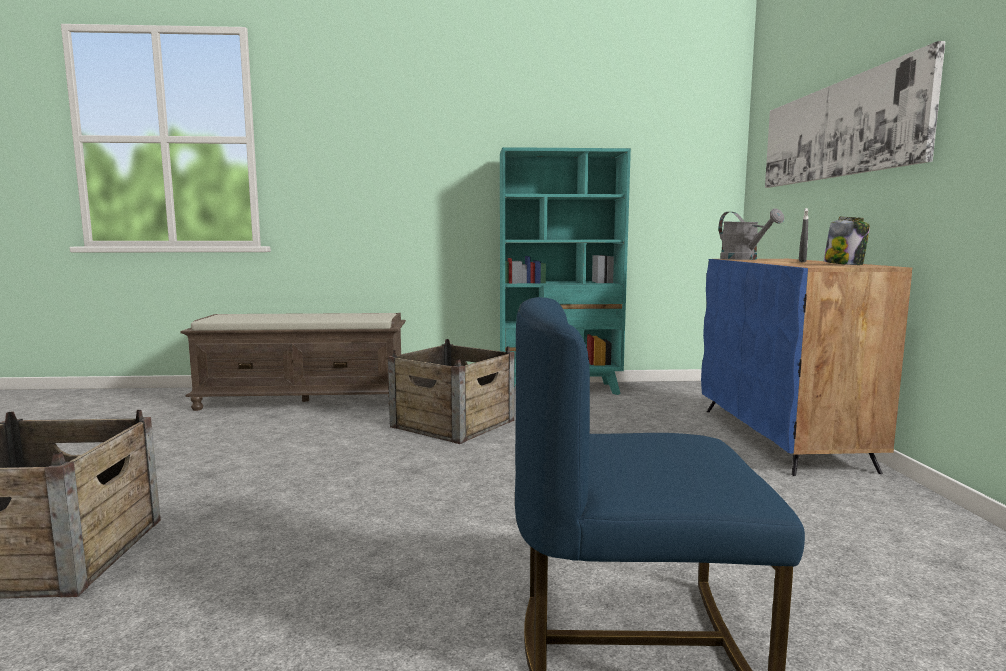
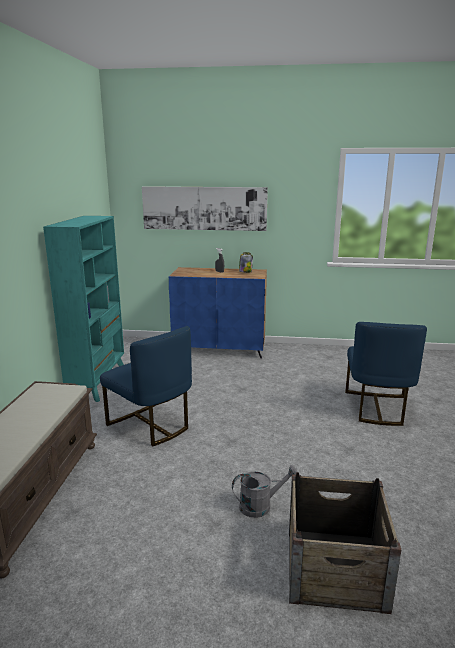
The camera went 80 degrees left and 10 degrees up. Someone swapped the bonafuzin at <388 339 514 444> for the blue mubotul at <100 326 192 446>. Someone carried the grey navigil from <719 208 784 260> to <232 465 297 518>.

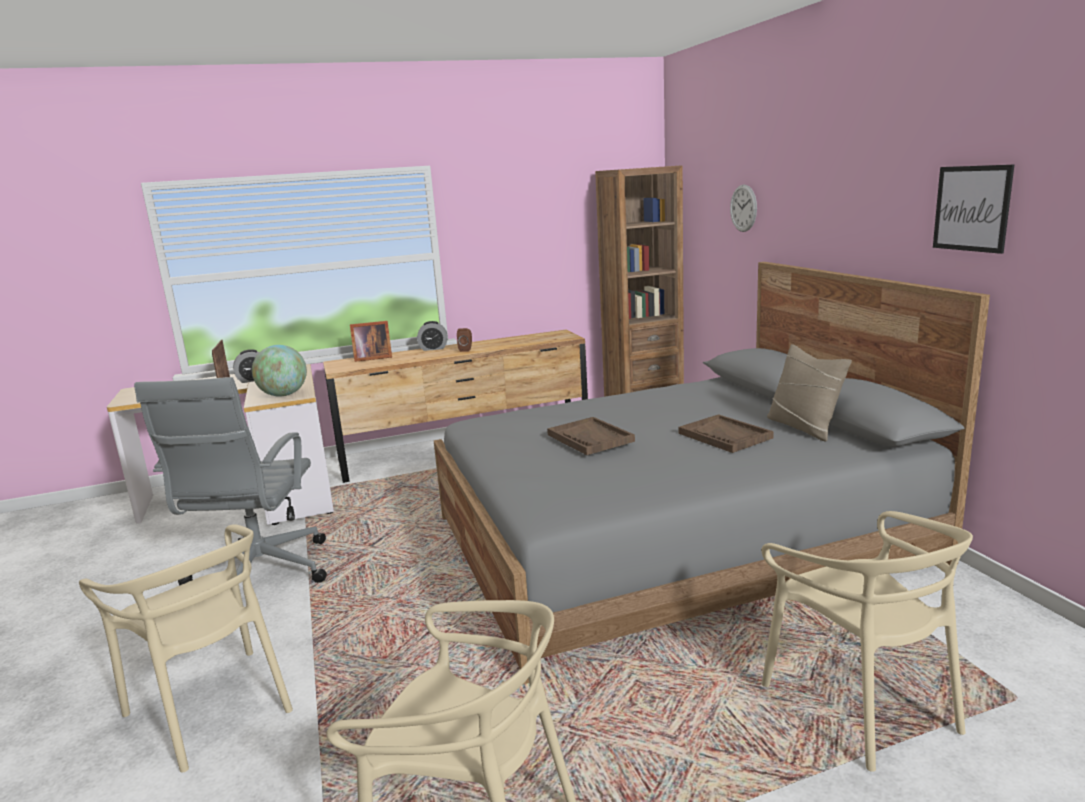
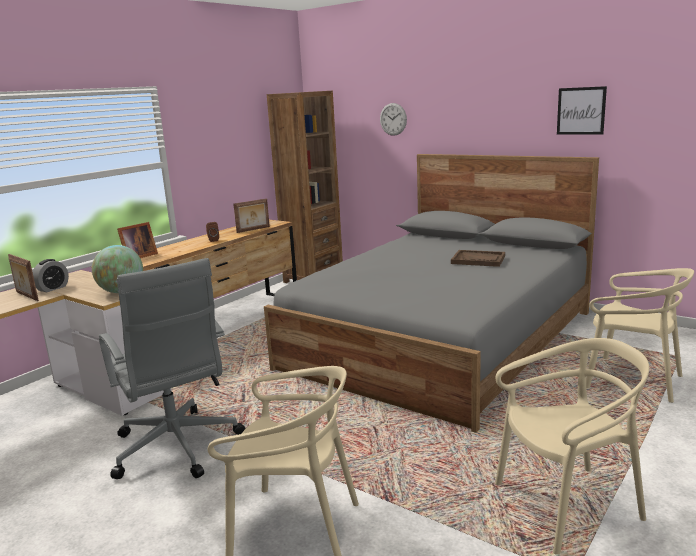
The camera went 35 degrees left and 0 degrees up. Someone put down the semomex at <233 198 270 233>. Someone took away the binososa at <417 321 448 351>. Someone took away the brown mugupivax at <547 417 635 455>. Someone took away the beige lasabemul at <767 344 852 441>.

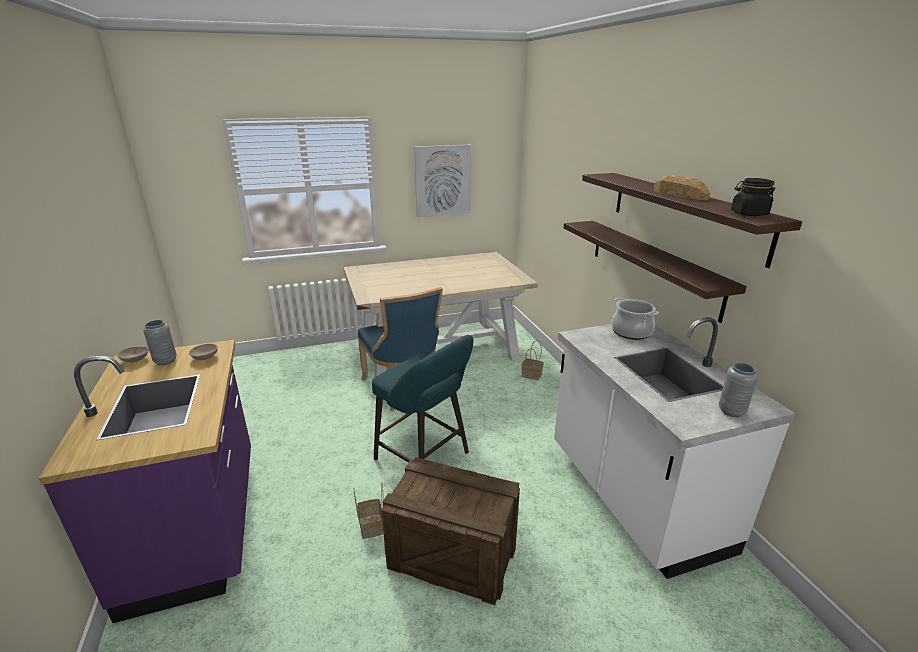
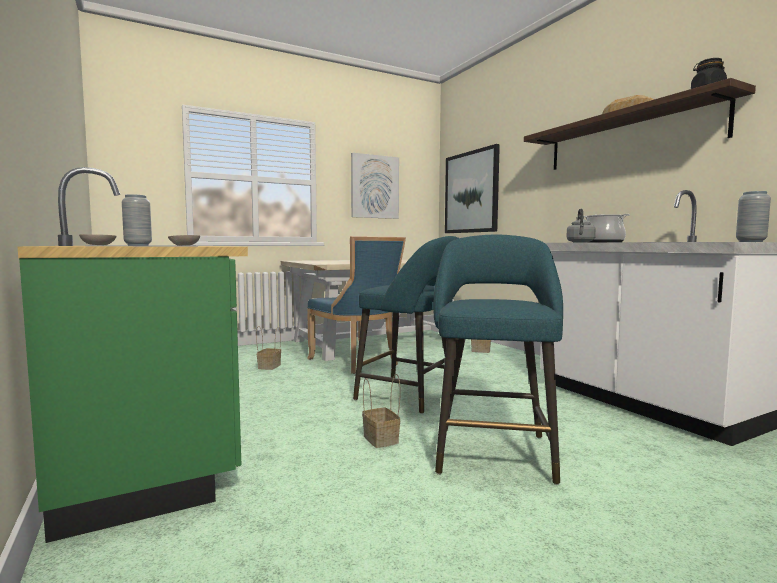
The camera went 10 degrees left and 20 degrees down. Someone repainted the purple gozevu at <39 340 251 623>, which became the green gozevu at <17 167 248 543>. Someone put down the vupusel at <256 326 281 370>. Someone swapped the bonafuzin at <381 457 520 605> for the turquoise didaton at <433 235 563 485>. Someone put up the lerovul at <445 144 500 233>. Someone put down the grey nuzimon at <566 209 596 243>. Someone took away the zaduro at <564 221 747 323>.

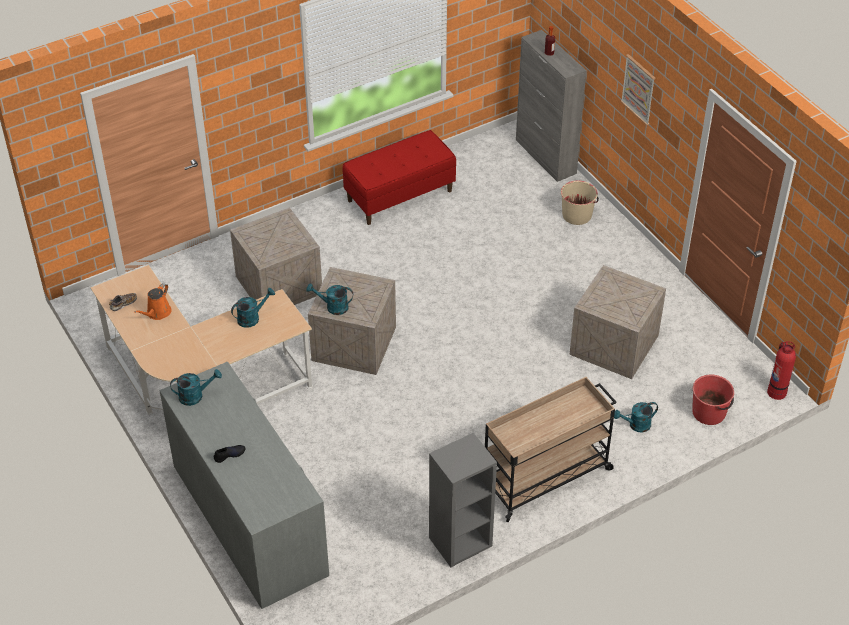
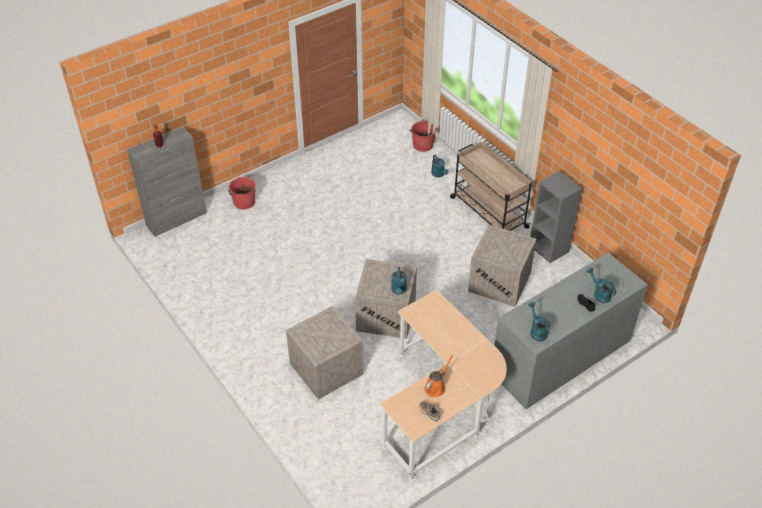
The camera went 95 degrees left and 0 degrees up. Someone repainted the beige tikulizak at <561 181 599 225>, which became the red tikulizak at <228 177 256 209>. Someone rotated the orange navigil at <134 283 172 320> by 75 degrees counterclockwise. Someone carried the bonafuzin from <570 265 666 379> to <468 225 536 307>. Someone carried the turquoise navigil from <231 288 275 328> to <587 268 616 303>. Someone took away the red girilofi at <343 130 456 225>. Someone took away the lerovul at <621 54 655 125>. Someone took away the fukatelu at <767 341 796 400>.

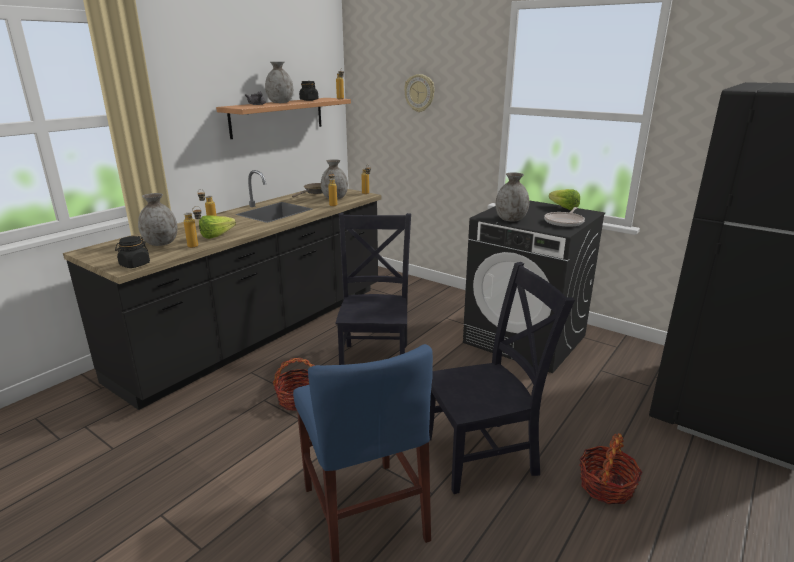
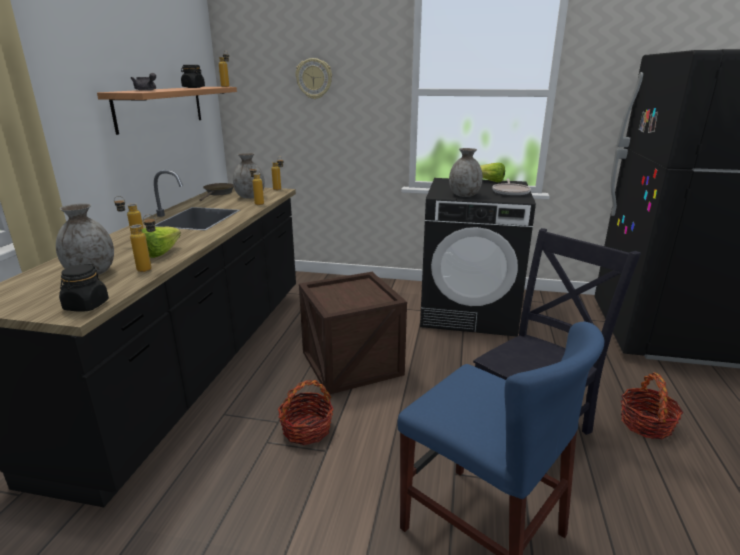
The camera went 25 degrees left and 0 degrees up. Someone swapped the black mubotul at <336 213 411 365> for the bonafuzin at <299 272 407 394>. Someone took away the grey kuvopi at <265 62 293 103>.

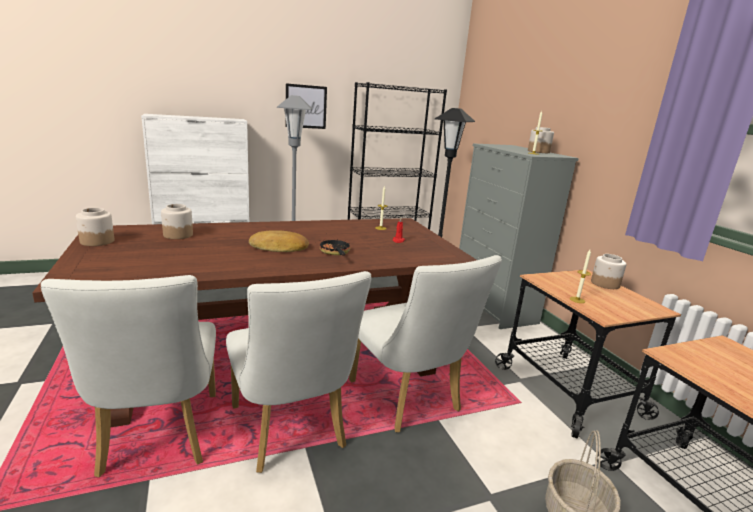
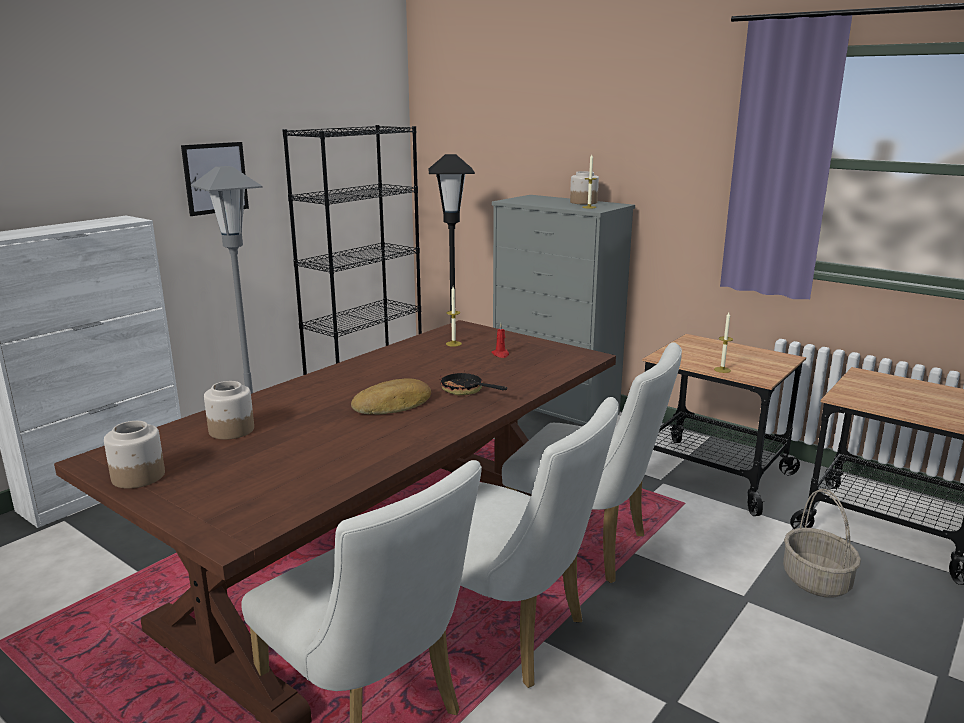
The camera went 30 degrees left and 0 degrees up. Someone took away the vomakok at <591 254 627 289>.

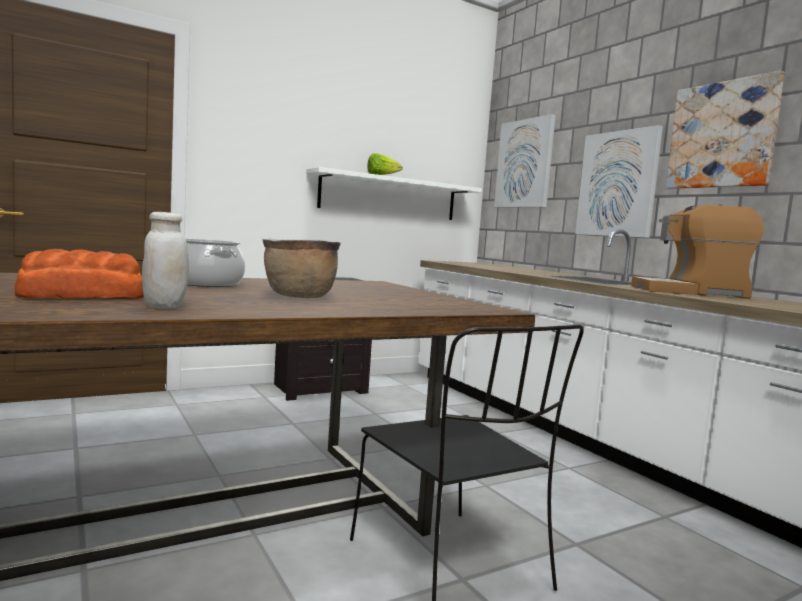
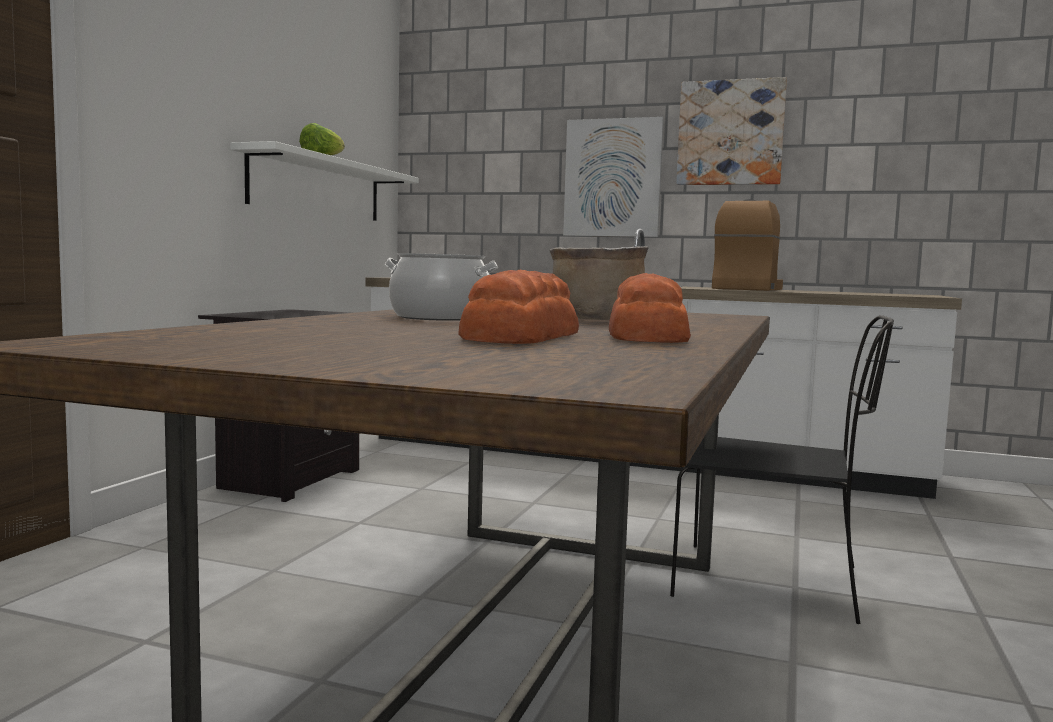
The camera went 40 degrees left and 0 degrees up. Someone swapped the white vomakok at <142 212 189 308> for the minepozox at <609 273 691 343>. Someone rotated the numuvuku at <631 204 764 299> by 150 degrees clockwise. Someone took away the lerovul at <494 114 556 208>.

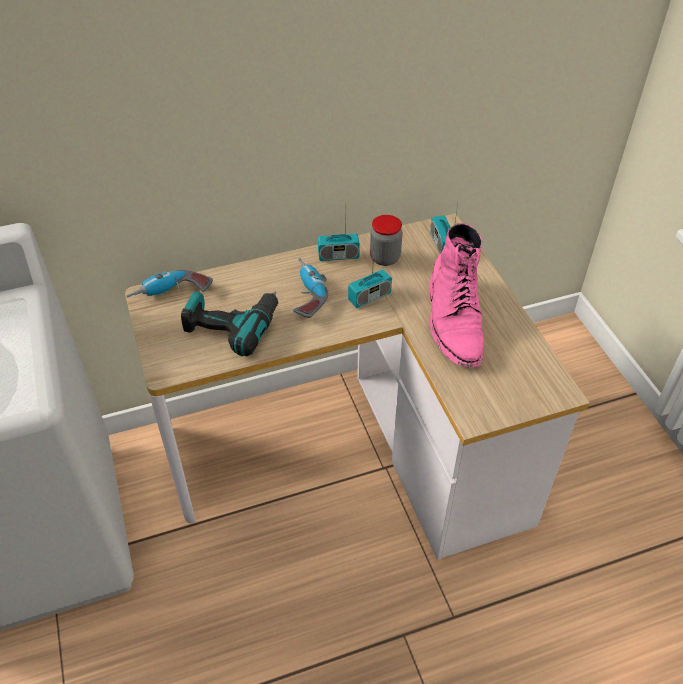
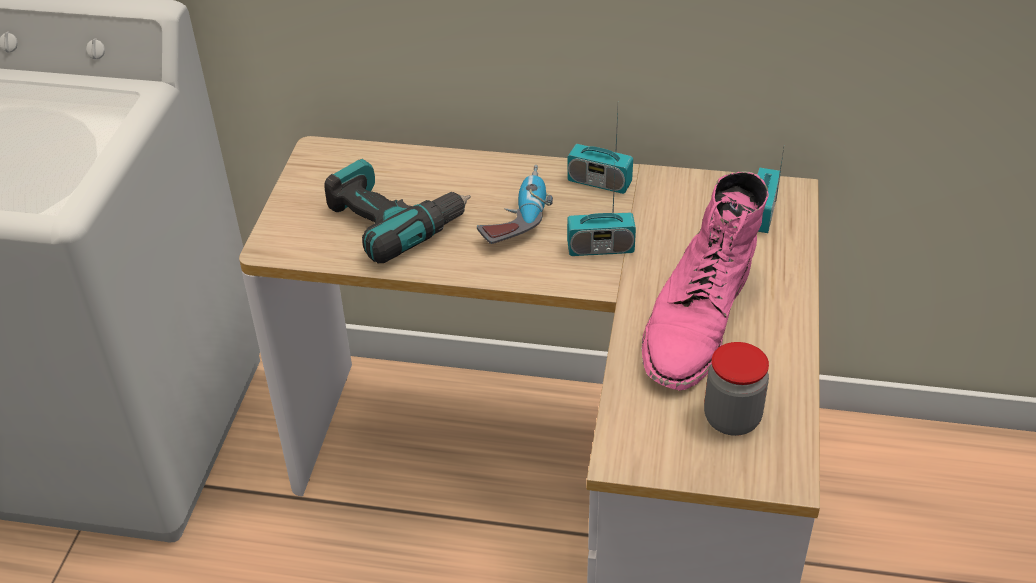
The camera went 30 degrees right and 5 degrees down. Someone carried the vomakok from <370 215 402 266> to <704 342 769 436>. Someone took away the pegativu at <126 270 213 298>.

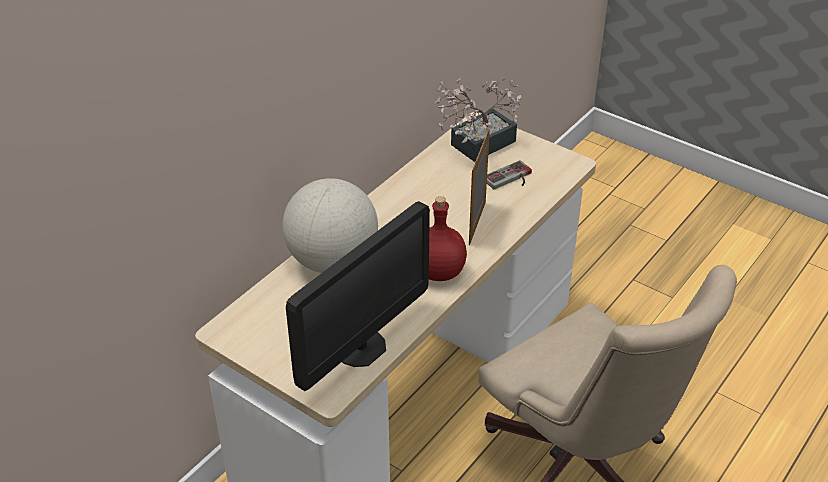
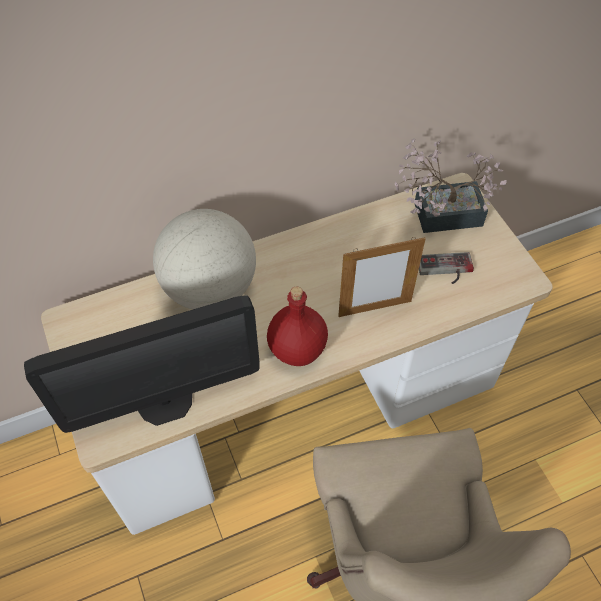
The camera went 30 degrees right and 15 degrees up. Someone rotated the semomex at <469 129 490 245> by 150 degrees counterclockwise.

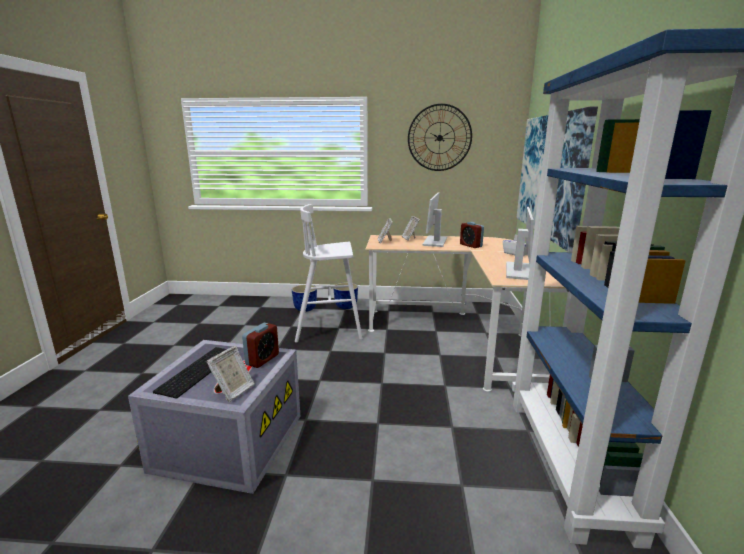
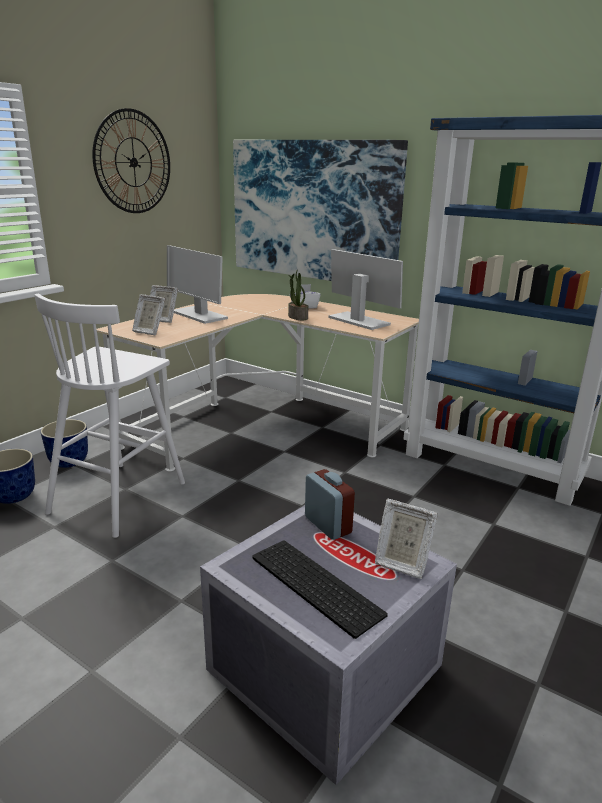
The camera went 60 degrees left and 5 degrees up. Someone put down the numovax at <288 269 308 320>. Someone rotated the semomex at <206 346 255 402> by 150 degrees clockwise. Someone took away the binososa at <460 222 484 248>.

